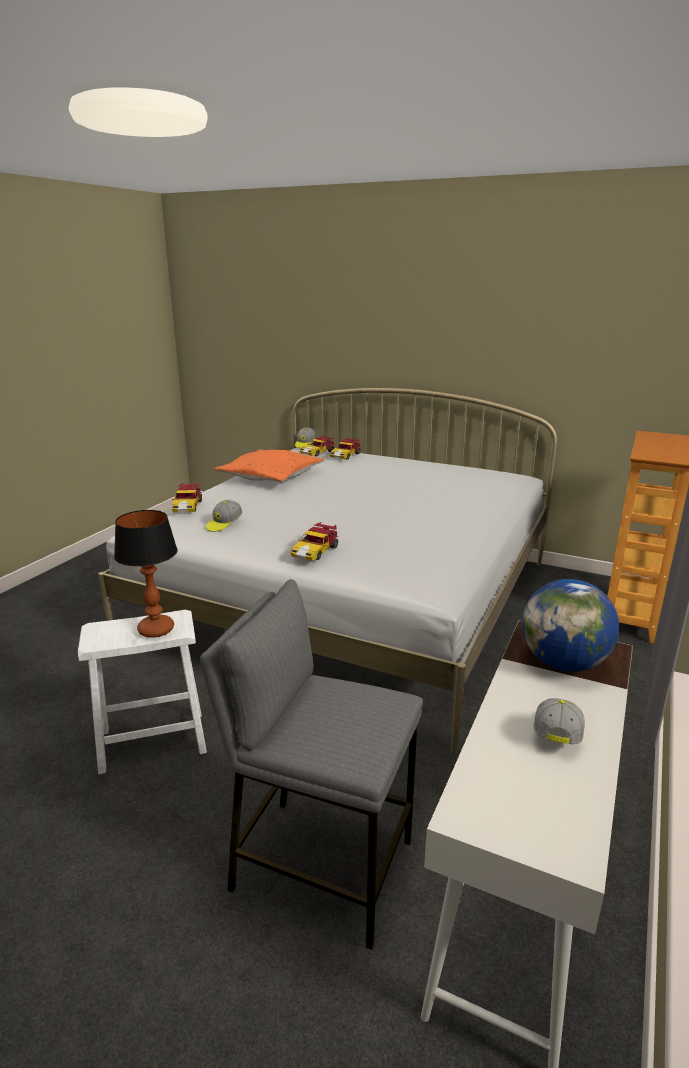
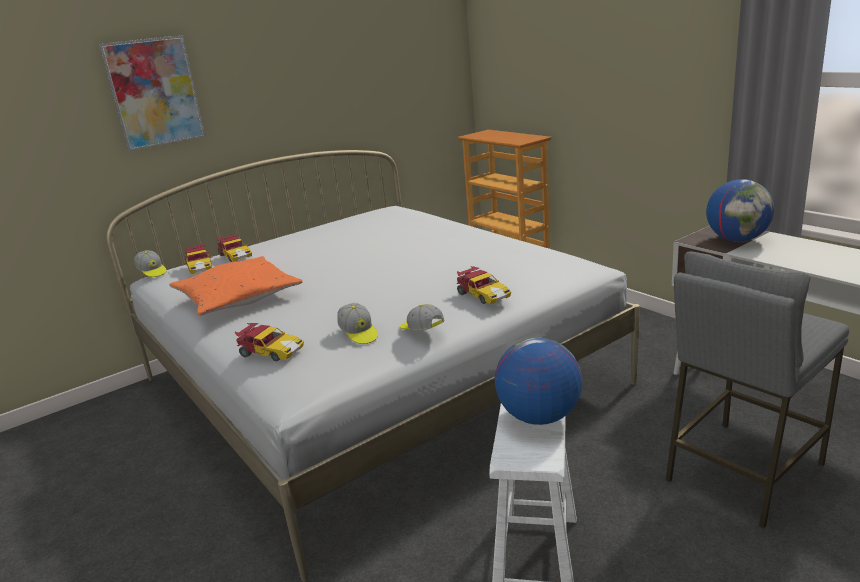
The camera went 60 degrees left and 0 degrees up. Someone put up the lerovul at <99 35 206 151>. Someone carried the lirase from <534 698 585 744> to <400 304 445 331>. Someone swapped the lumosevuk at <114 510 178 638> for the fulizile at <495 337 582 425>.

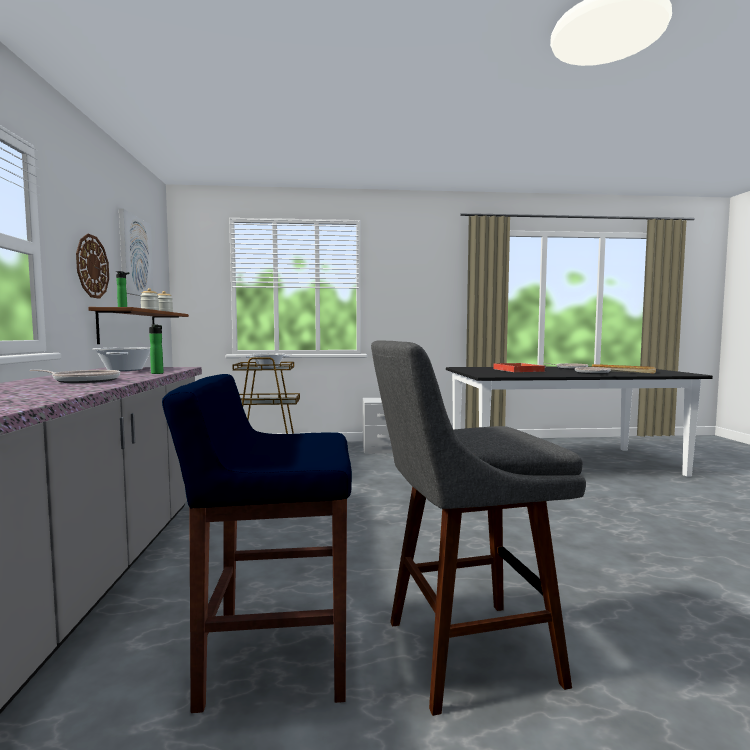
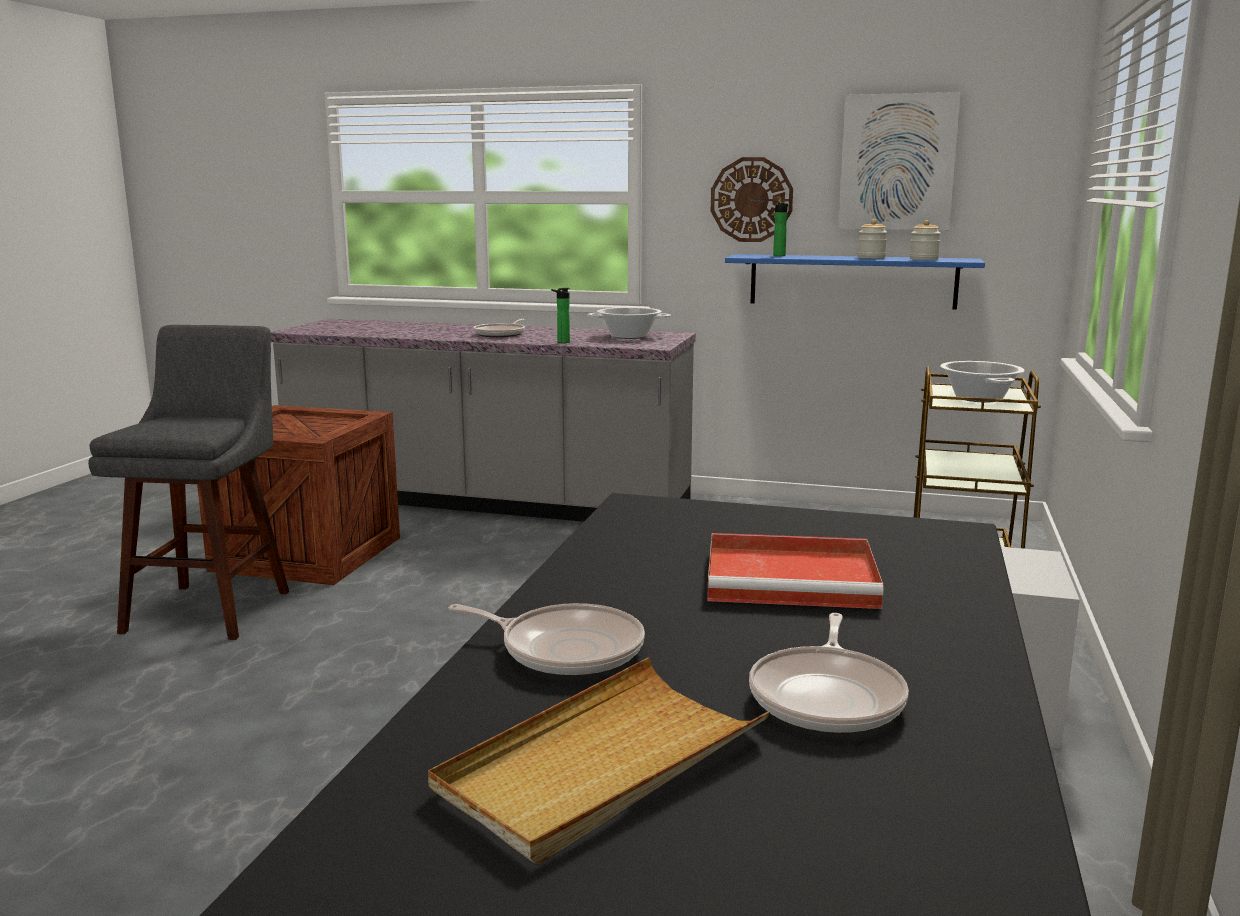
The camera went 110 degrees right and 10 degrees up. Someone swapped the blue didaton at <162 374 352 713> for the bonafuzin at <197 405 400 585>. Someone repainted the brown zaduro at <88 307 189 344>, which became the blue zaduro at <725 254 985 310>.

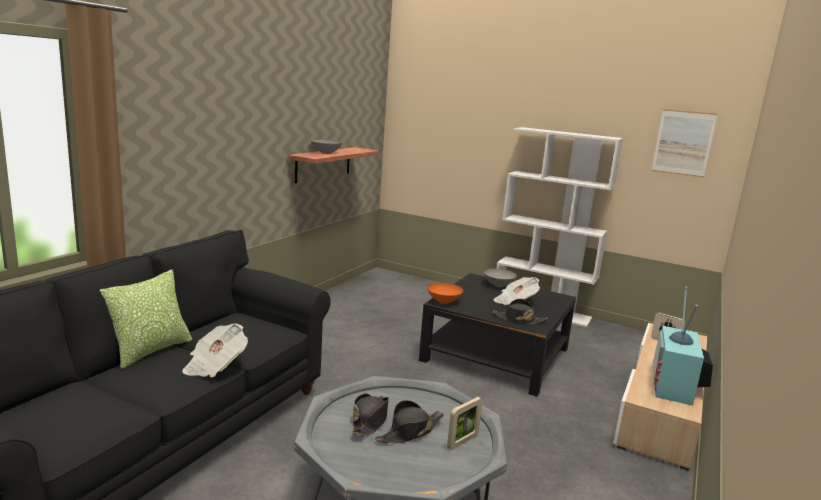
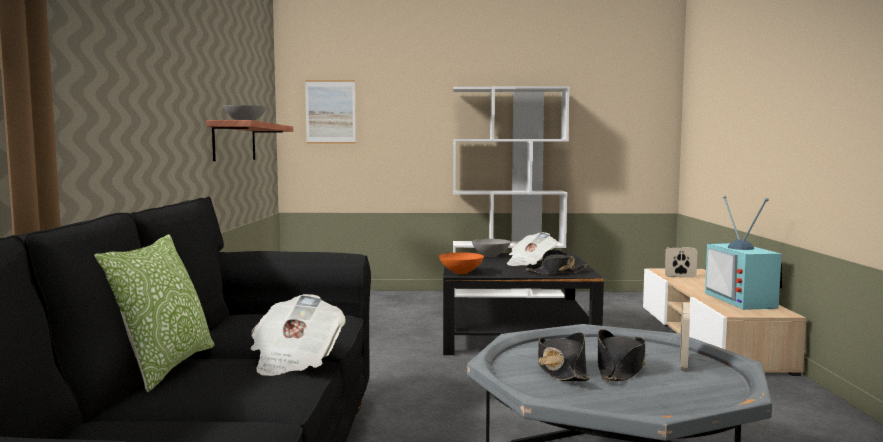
The camera went 25 degrees left and 10 degrees down. Someone carried the lerovul from <651 109 718 178> to <305 80 356 143>.

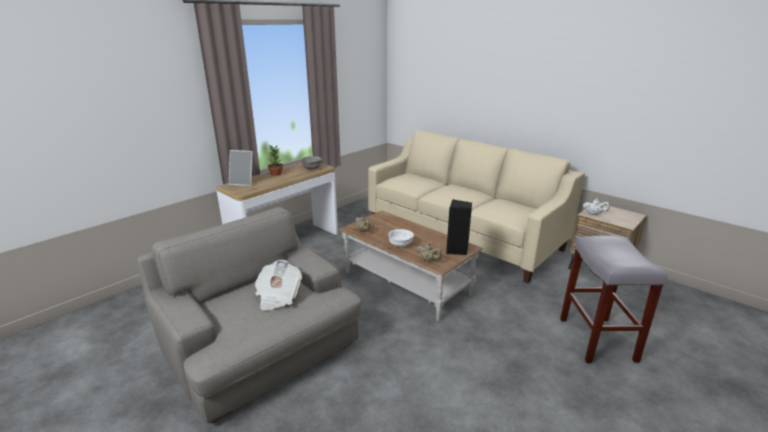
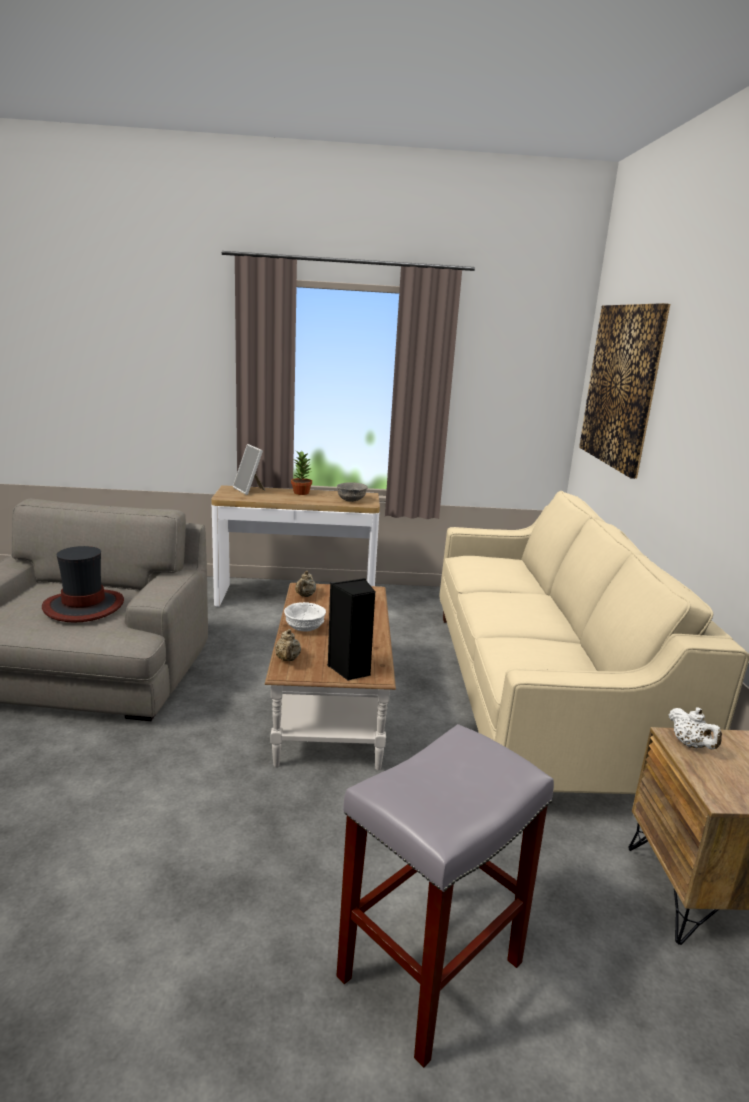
The camera went 45 degrees right and 5 degrees down. Someone swapped the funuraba at <255 260 302 311> for the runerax at <42 546 124 623>. Someone put up the lerovul at <579 303 670 479>.

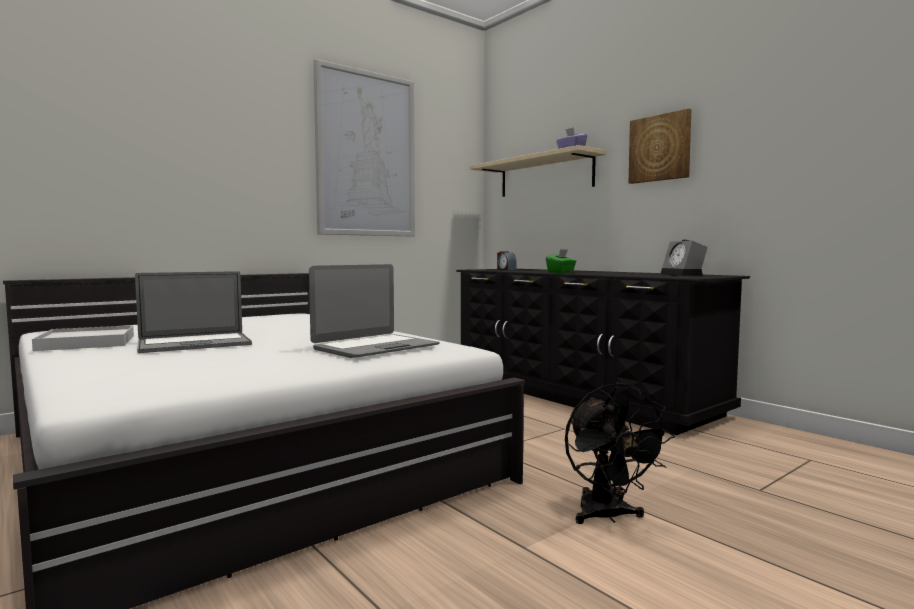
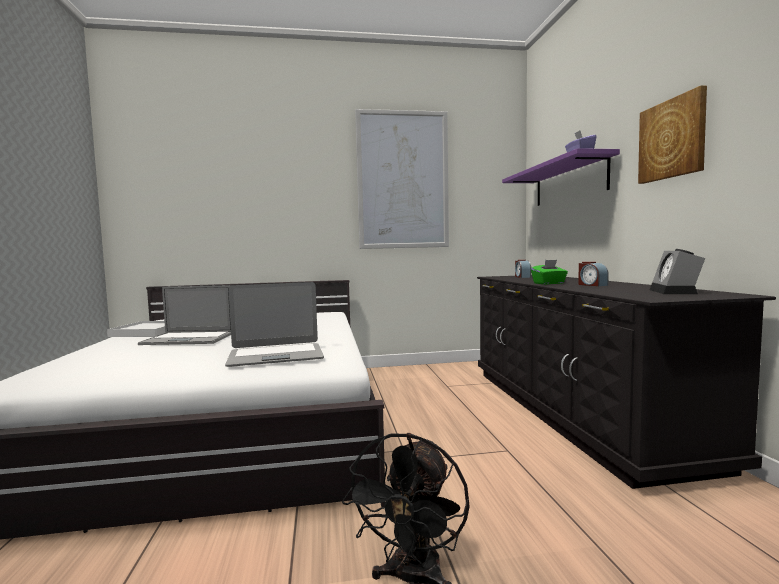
The camera went 30 degrees right and 0 degrees up. Someone repainted the beige zaduro at <469 145 606 197>, which became the purple zaduro at <502 148 620 206>. Someone put down the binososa at <578 262 609 286>.

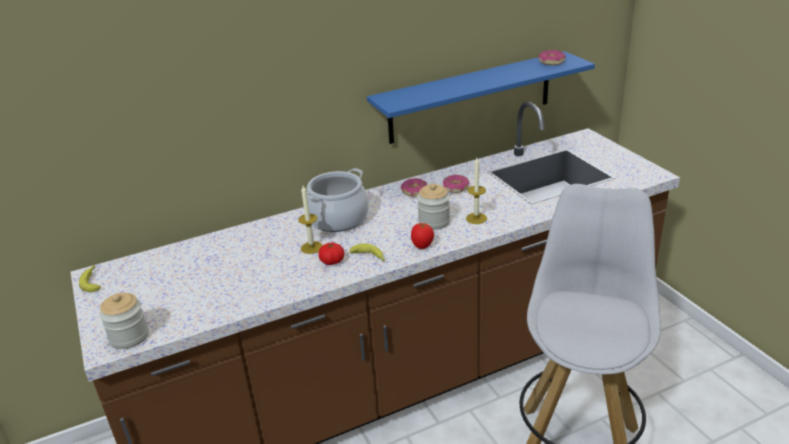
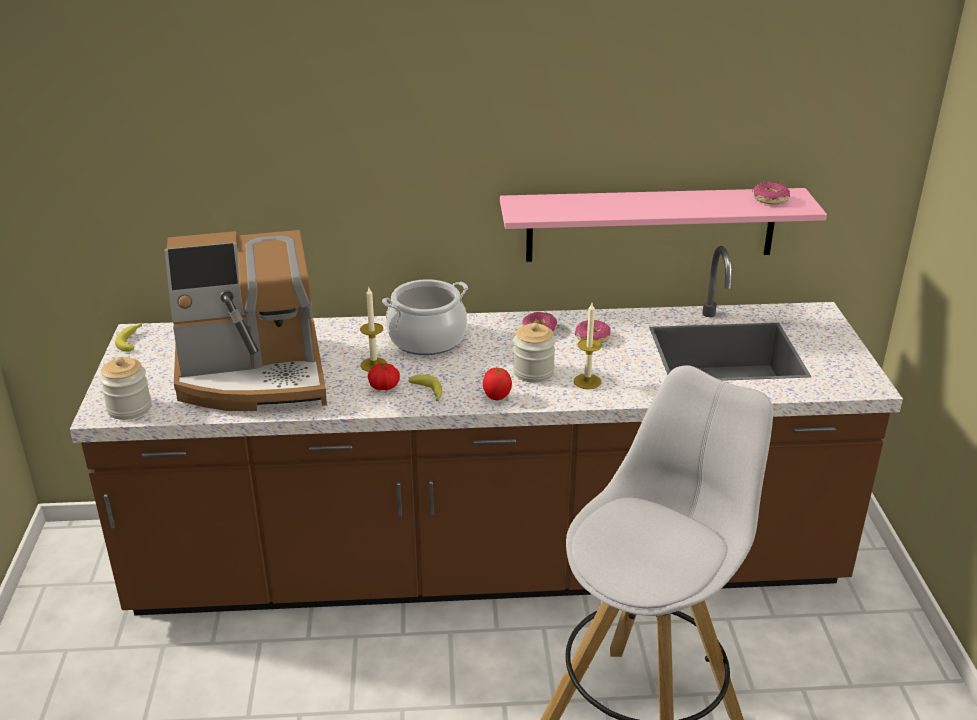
The camera went 20 degrees right and 0 degrees up. Someone put down the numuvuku at <165 230 327 411>. Someone repainted the blue zaduro at <367 51 595 144>, which became the pink zaduro at <500 188 827 262>.

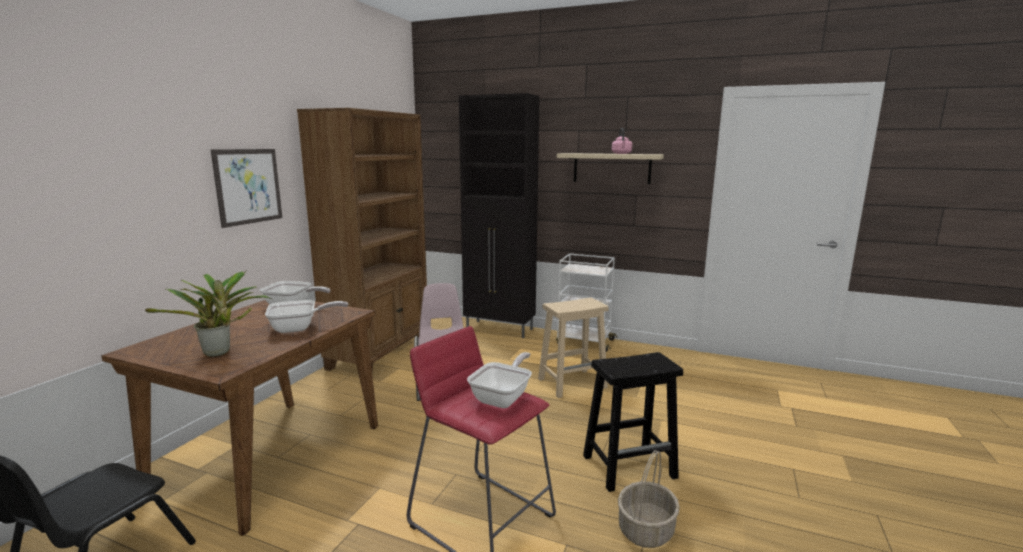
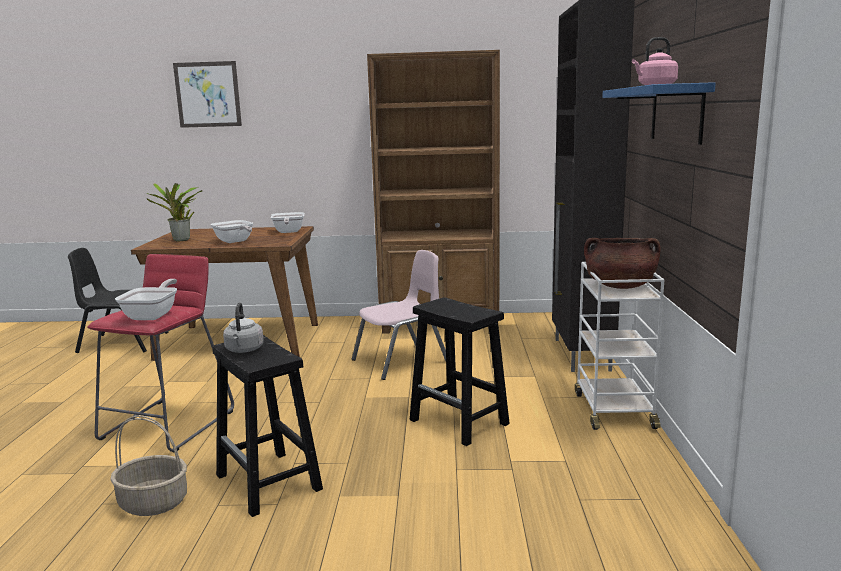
The camera went 70 degrees right and 0 degrees up. Someone rotated the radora at <467 352 532 408> by 90 degrees counterclockwise. Someone carried the lerovul from <211 149 282 228> to <173 61 242 128>. Someone put down the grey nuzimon at <223 302 264 353>. Someone repainted the beige didaton at <538 297 608 398>, which became the black didaton at <410 297 510 446>. Someone put down the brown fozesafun at <584 238 661 289>. Someone repainted the beige zaduro at <557 153 664 184>, which became the blue zaduro at <602 82 716 145>.

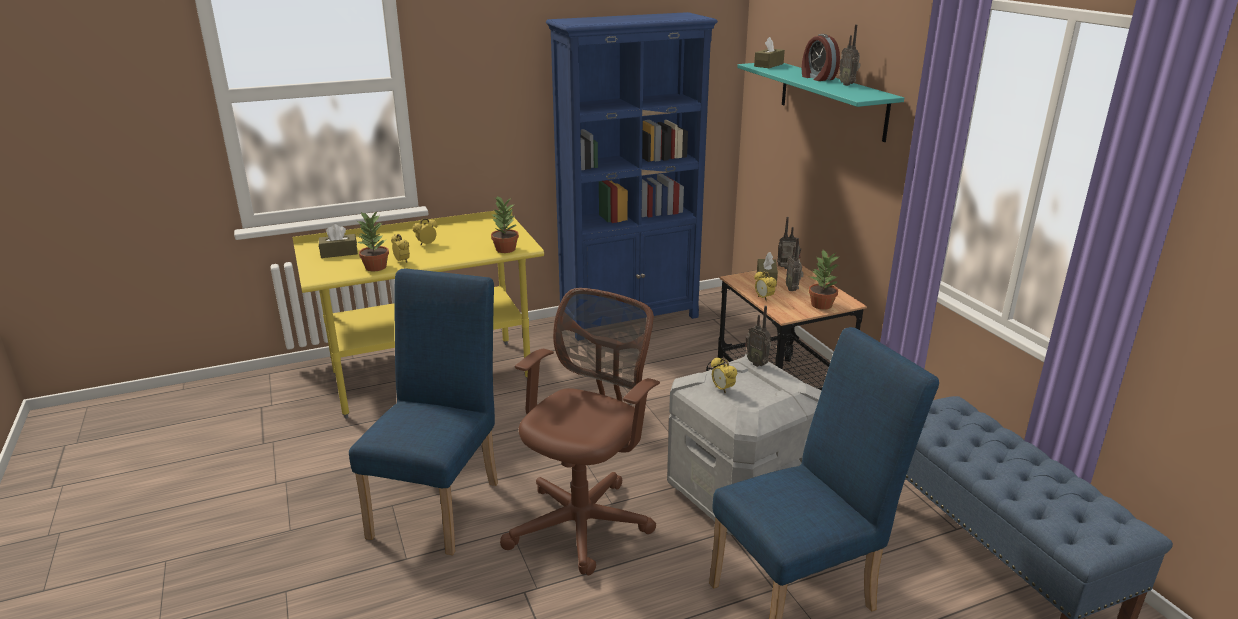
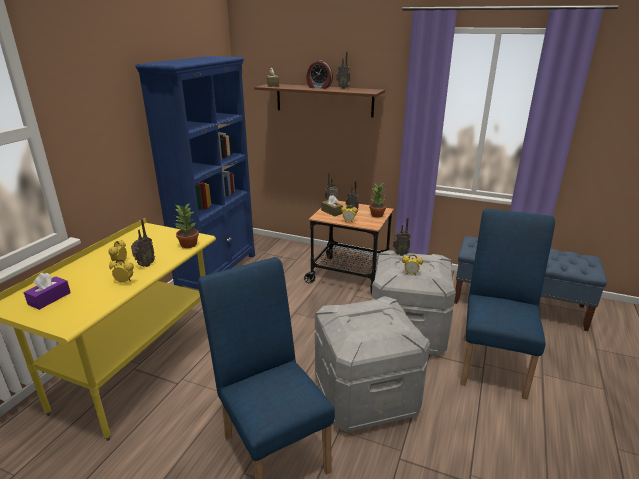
The camera went 45 degrees left and 0 degrees up. Someone repainted the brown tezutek at <319 224 358 258>, which became the purple tezutek at <23 273 71 310>. Someone put down the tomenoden at <131 219 155 267>. Someone repainted the turquoise zaduro at <737 63 904 142>, which became the brown zaduro at <254 84 385 117>. Someone swapped the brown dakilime at <500 288 660 576> for the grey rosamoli at <315 296 430 433>. Someone took away the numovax at <357 212 389 271>.

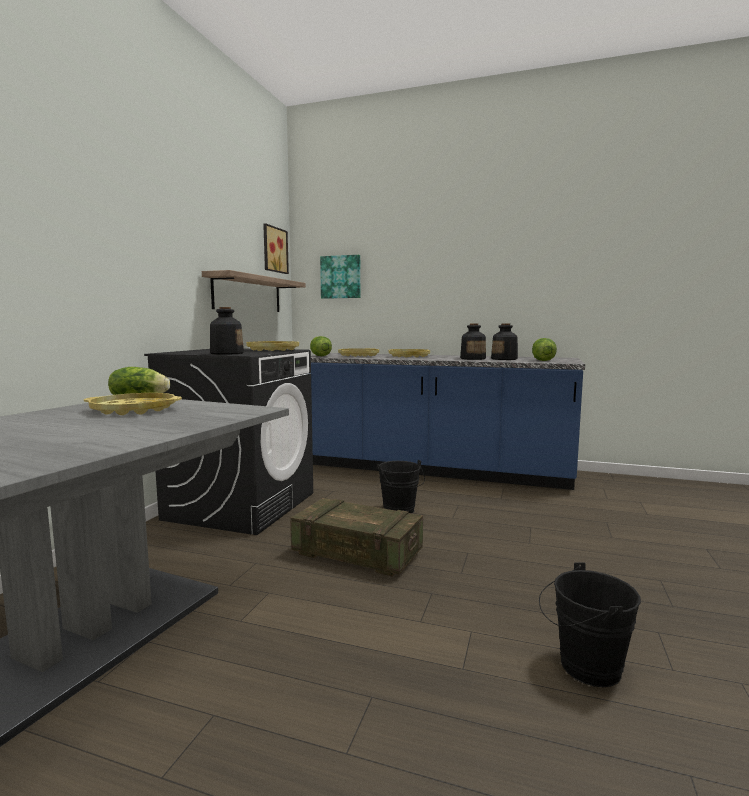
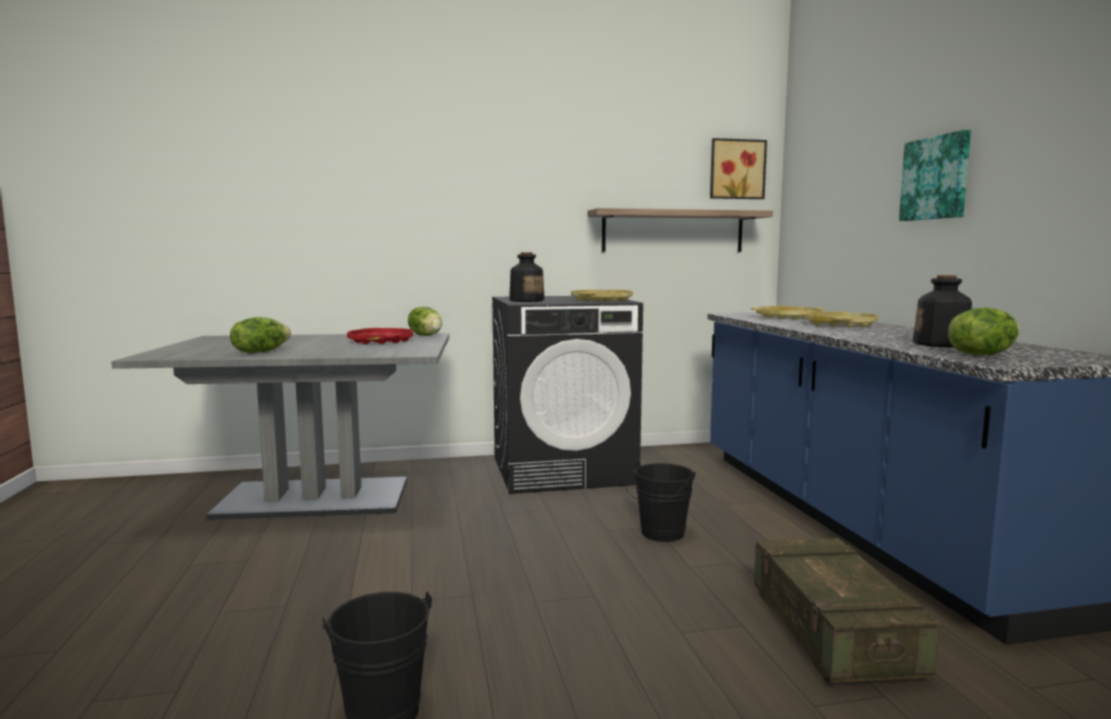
The camera went 60 degrees right and 0 degrees up. Someone carried the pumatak from <310 336 332 356> to <230 317 291 353>. Someone repainted the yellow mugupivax at <84 393 182 415>, which became the red mugupivax at <347 328 413 344>. Someone carried the bonafuzin from <290 498 423 576> to <754 538 940 683>. Someone carried the lerovul from <320 255 361 299> to <899 130 971 221>. Someone took away the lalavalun at <460 324 486 360>.

